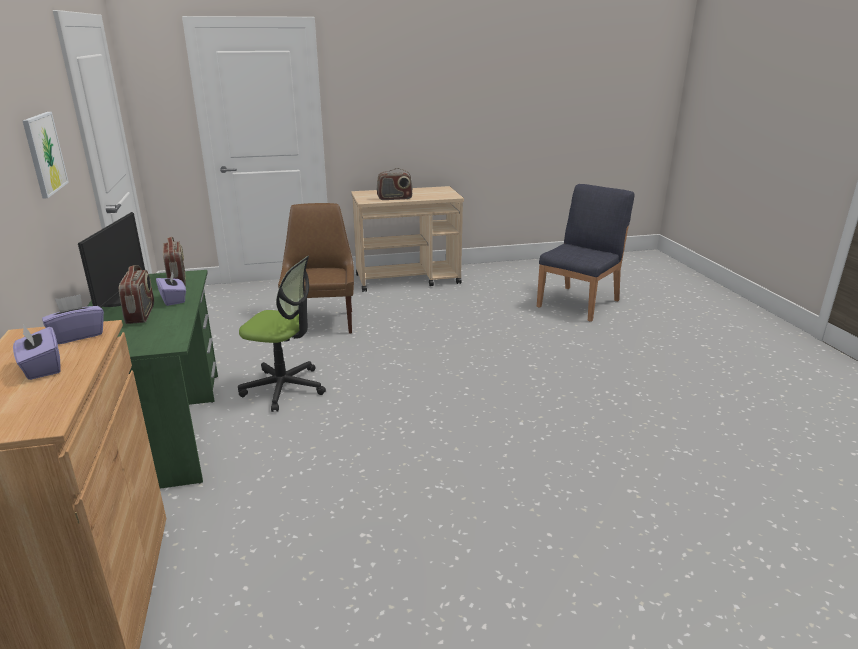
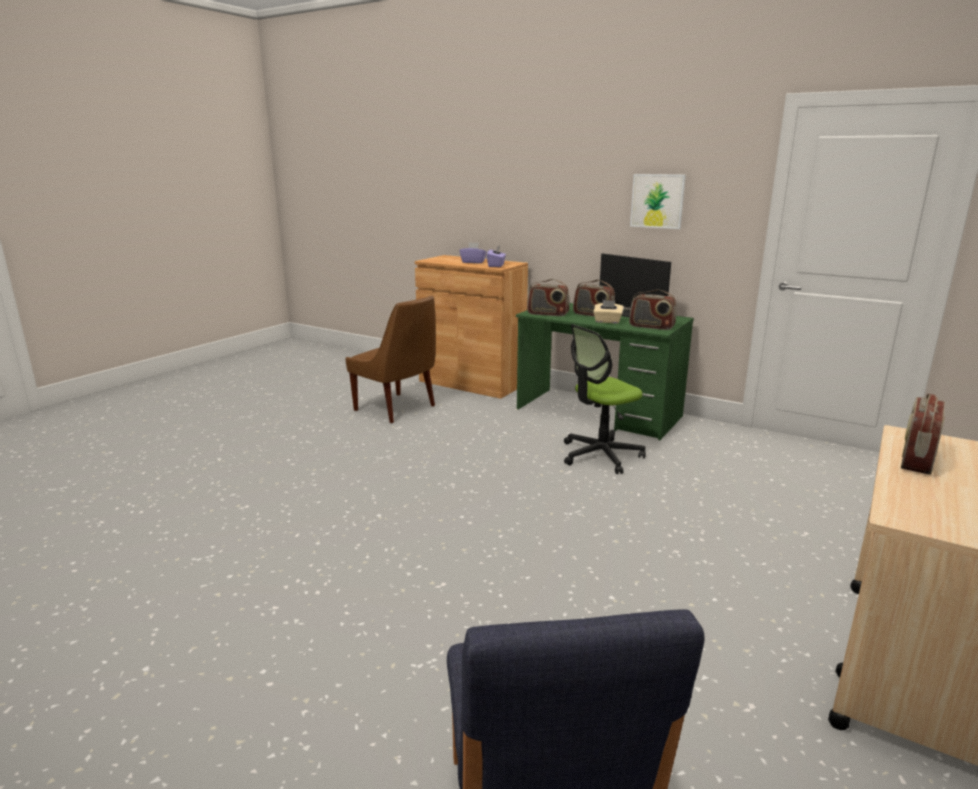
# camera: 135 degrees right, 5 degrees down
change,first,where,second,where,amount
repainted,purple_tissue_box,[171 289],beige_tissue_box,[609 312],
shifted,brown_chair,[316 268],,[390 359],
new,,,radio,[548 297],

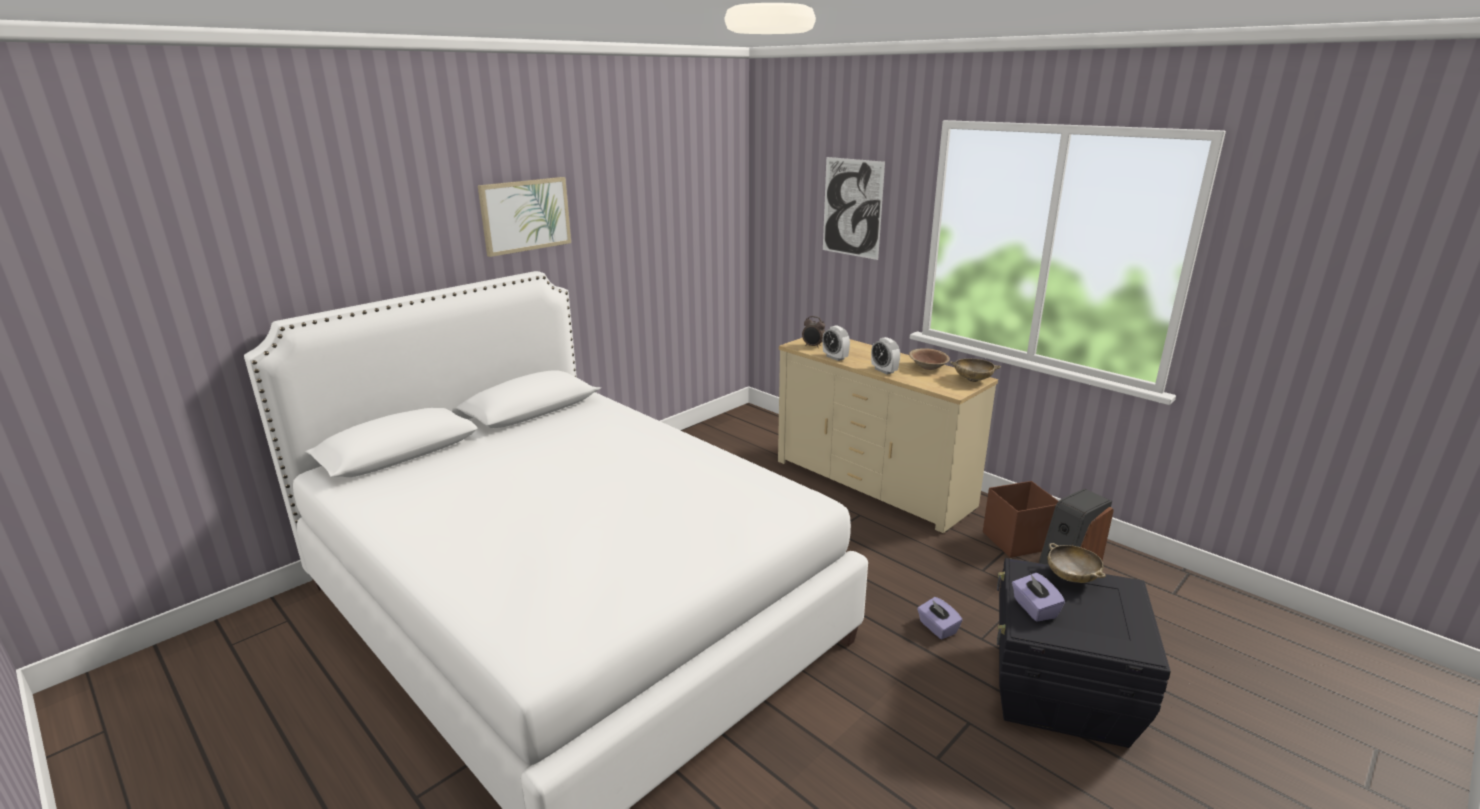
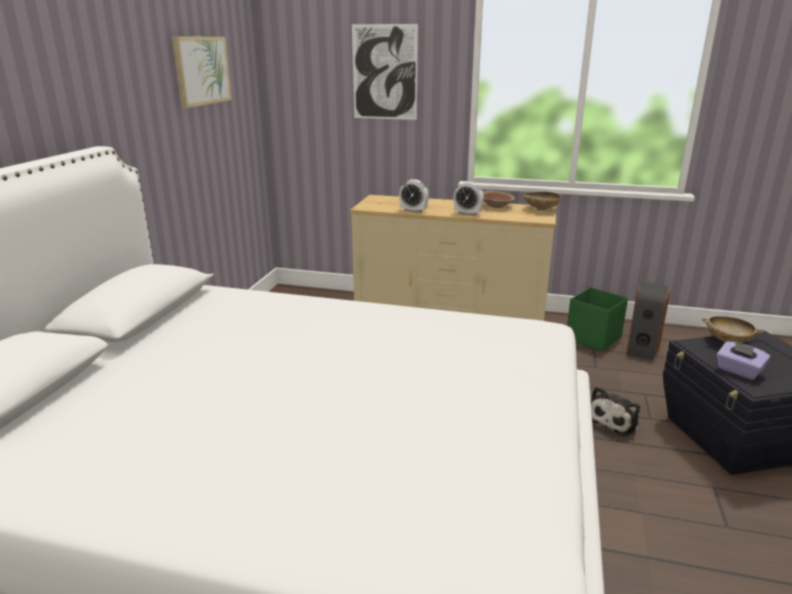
# camera: 30 degrees left, 0 degrees up
change,first,where,second,where,amount
shifted,picture,[524 217],,[202 72],
gone,alarm_clock,[813 332],,,
swapped,purple_tissue_box,[939 618],plush_toy,[615 412],
repainted,brown_storage_box,[1020 519],green_storage_box,[597 319],

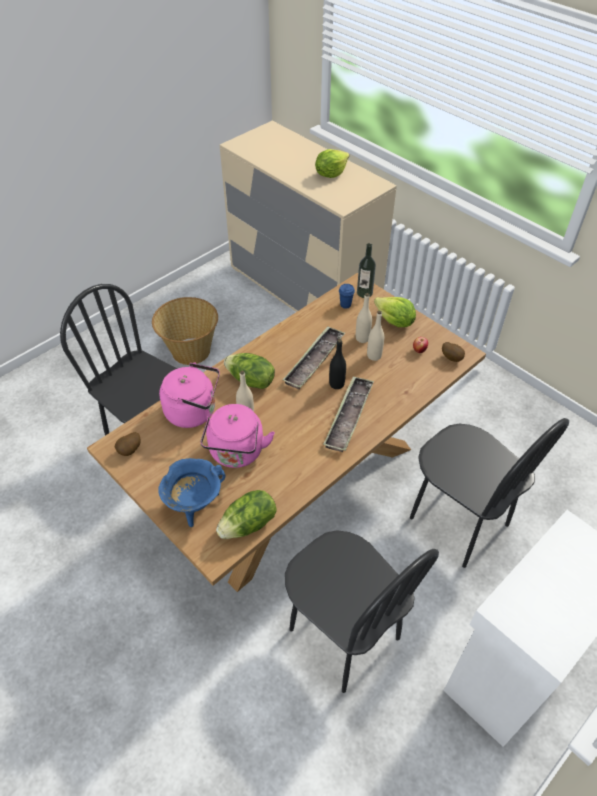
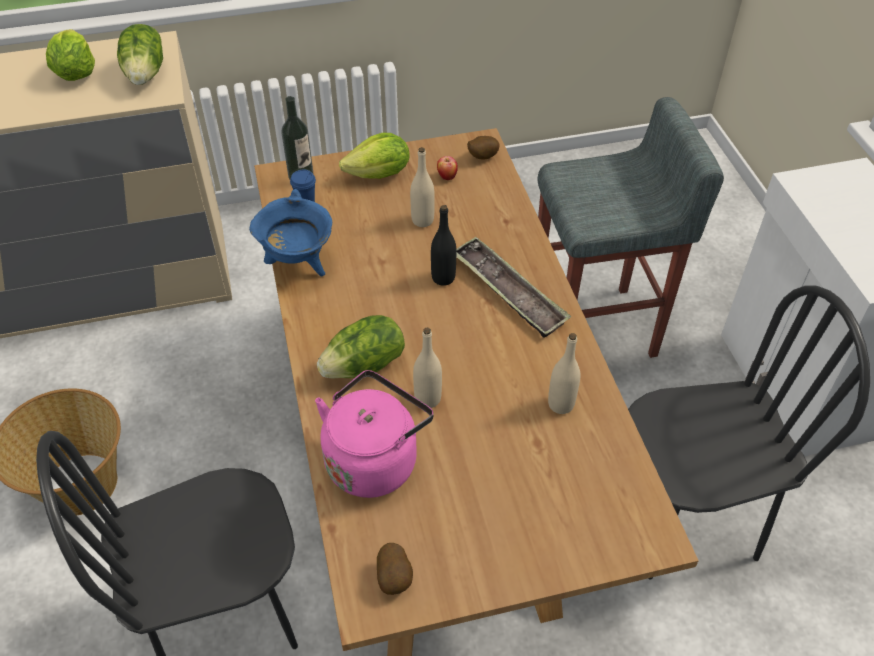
# camera: 60 degrees left, 0 degrees up
change,first,where,second,where,amount
shifted,blue_cooking_pot,[192 492],,[290 233],
gone,pink_kettle,[237 436],,,
shifted,lettuce,[246 514],,[140 54],
gone,tray,[313 358],,,
shifted,beige_bottle,[364 318],,[564 373],
swapped,black_chair,[489 493],grey_stool,[631 227],

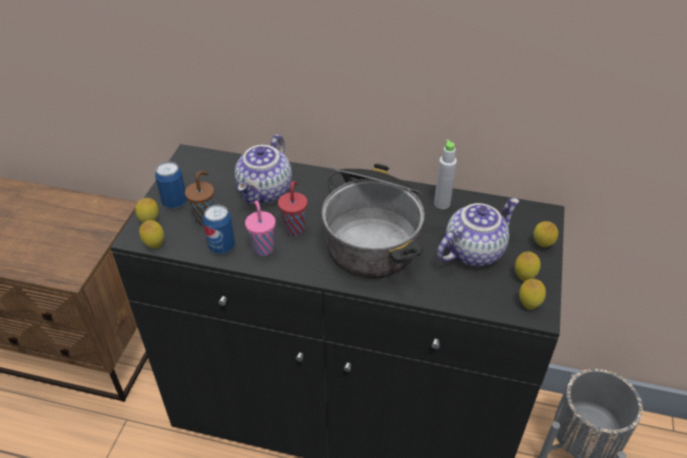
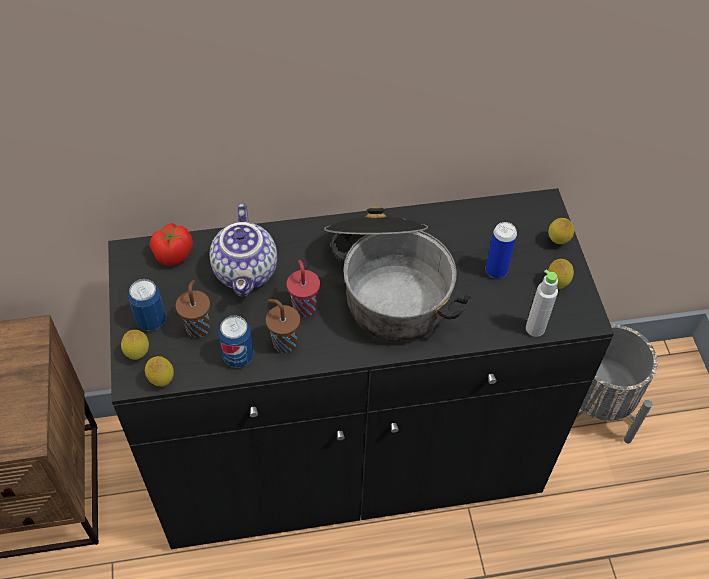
# camera: 25 degrees left, 10 degrees up
change,first,where,second,where,amount
repainted,pink_cup,[260 228],brown_cup,[283 326],
shifted,grey_bottle,[445 174],,[542 303],
swapped,teapot,[478 232],can,[501 250],
gone,lemon,[532 294],,,
new,,,tomato,[171 244],

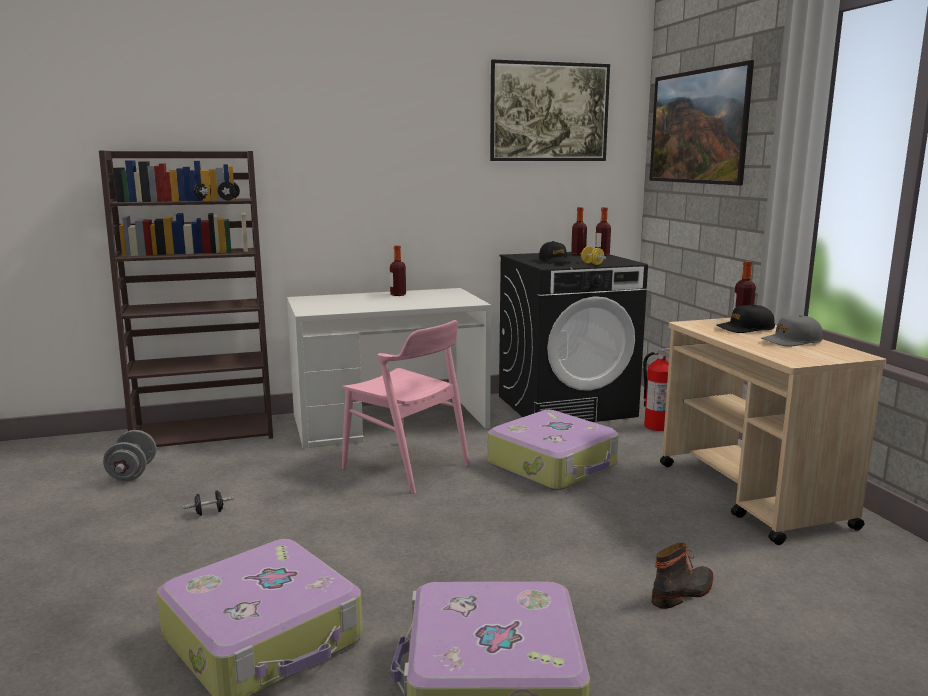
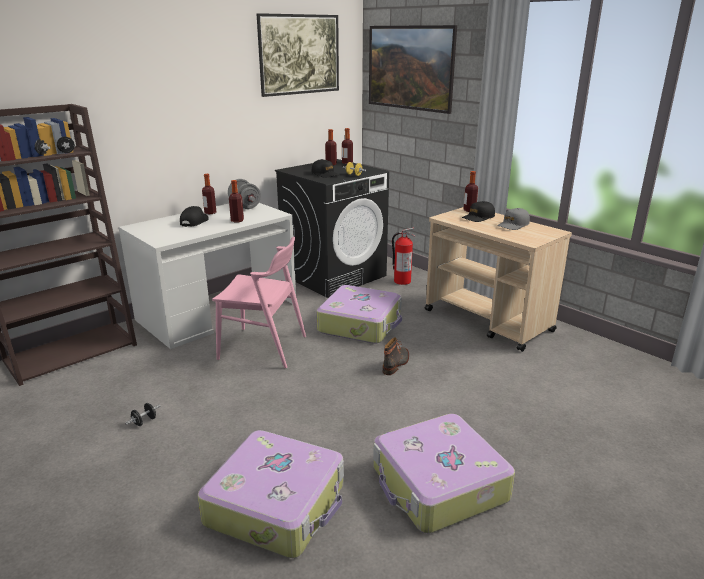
# camera: 25 degrees left, 10 degrees up
change,first,where,second,where,amount
shifted,grey_dumbbell,[130 455],,[244 194],
shifted,boot,[682 575],,[396 356],
new,,,black_cap,[194 216],
new,,,bottle,[236 201],

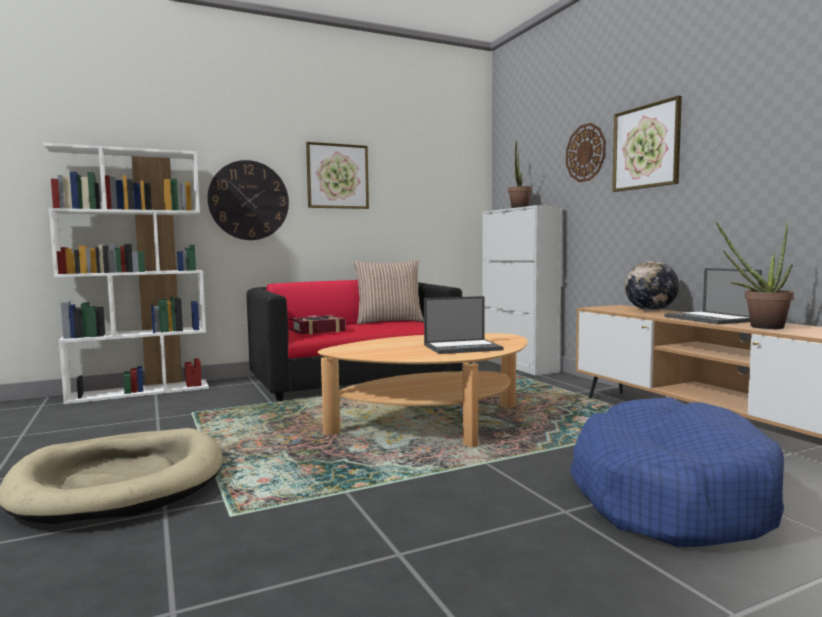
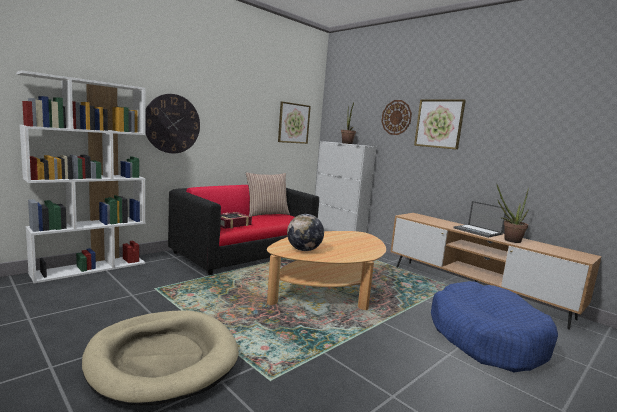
# camera: 20 degrees left, 5 degrees up
change,first,where,second,where,amount
shifted,picture,[337 175],,[294 122],
gone,laptop,[464 325],,,
shifted,globe,[652 286],,[305 232],

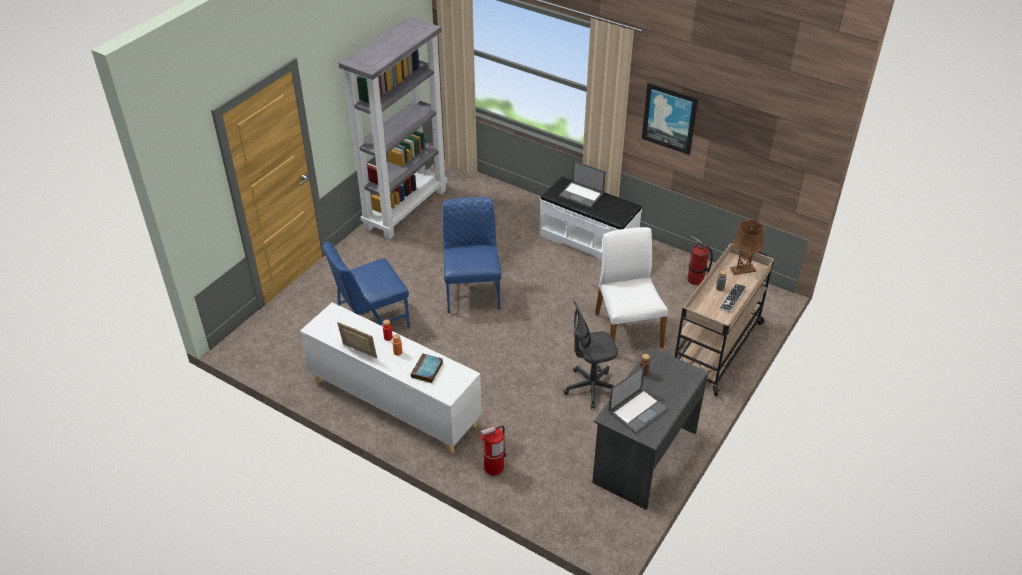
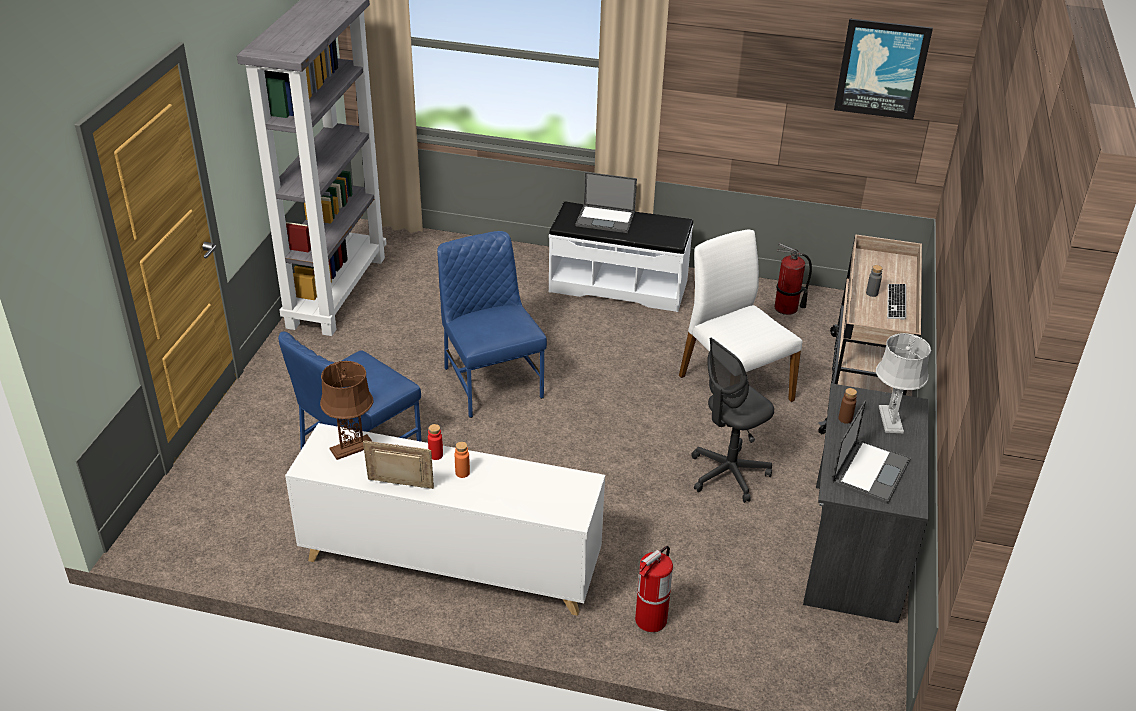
# camera: 20 degrees left, 5 degrees down
change,first,where,second,where,amount
gone,book,[427 368],,,
shifted,picture,[670 119],,[883 69],
shifted,brown_table_lamp,[747 247],,[347 410],
new,,,grey_table_lamp,[903 383],

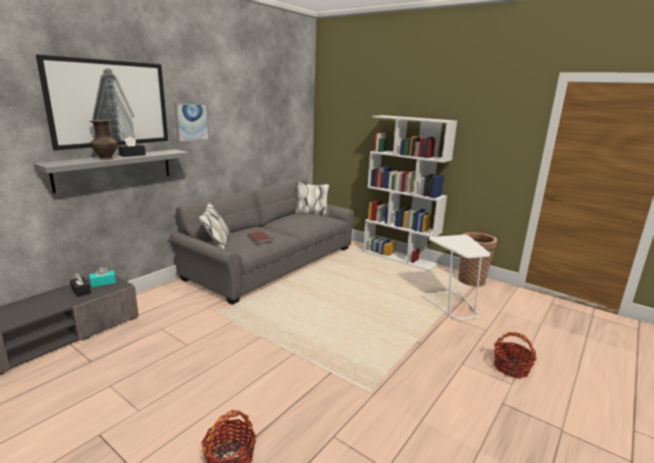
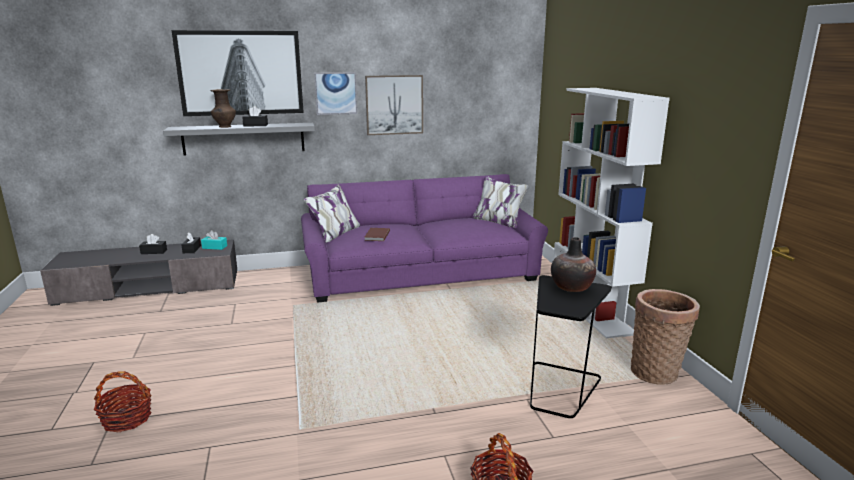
# camera: 40 degrees right, 0 degrees up
change,first,where,second,where,amount
repainted,grey_sofa,[262 242],purple_sofa,[424 238],
repainted,white_side_table,[456 277],black_side_table,[571 346],
new,,,black_tissue_box,[153 244],
new,,,picture,[394 105],
new,,,vase,[573 264],

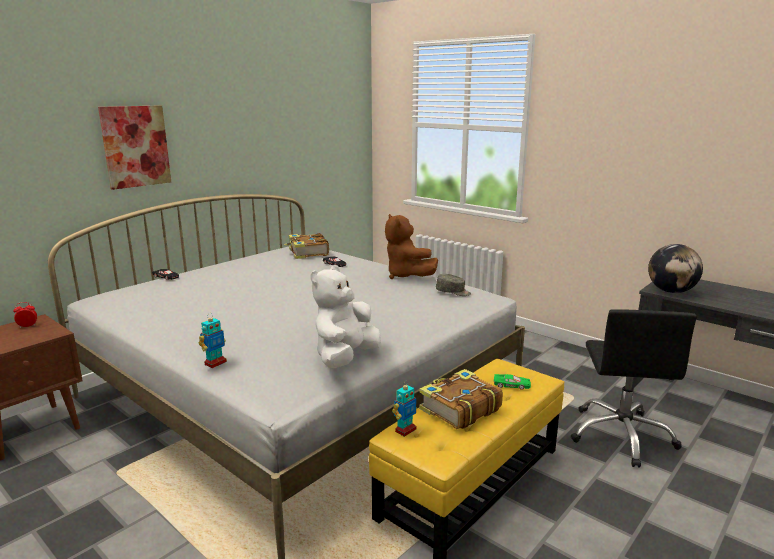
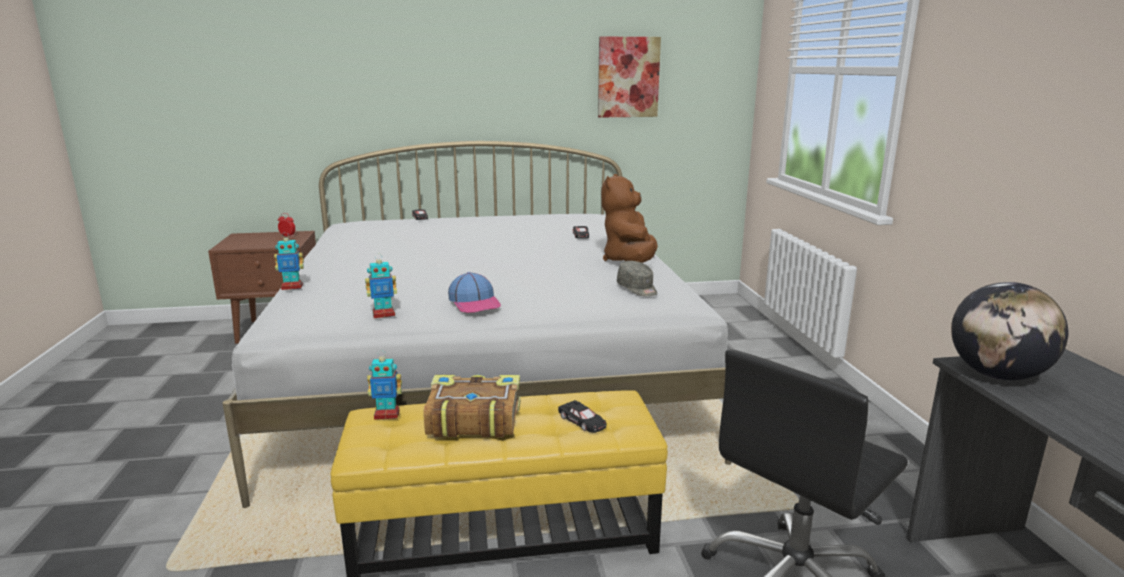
# camera: 40 degrees right, 0 degrees up
change,first,where,second,where,amount
shifted,picture,[134 147],,[629 77],
gone,book,[306 246],,,
swapped,white_plush_toy,[346 316],toy_robot,[381 286],
repainted,green_toy_car,[512 382],black_toy_car,[582 416],
new,,,cap,[474 292],

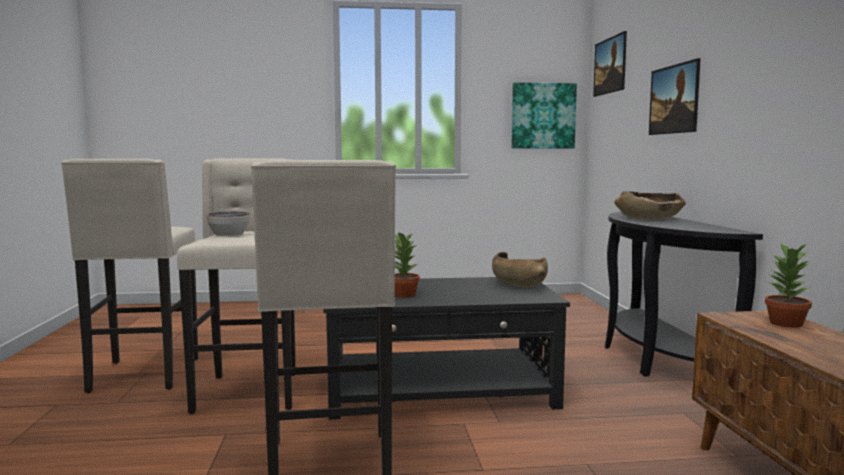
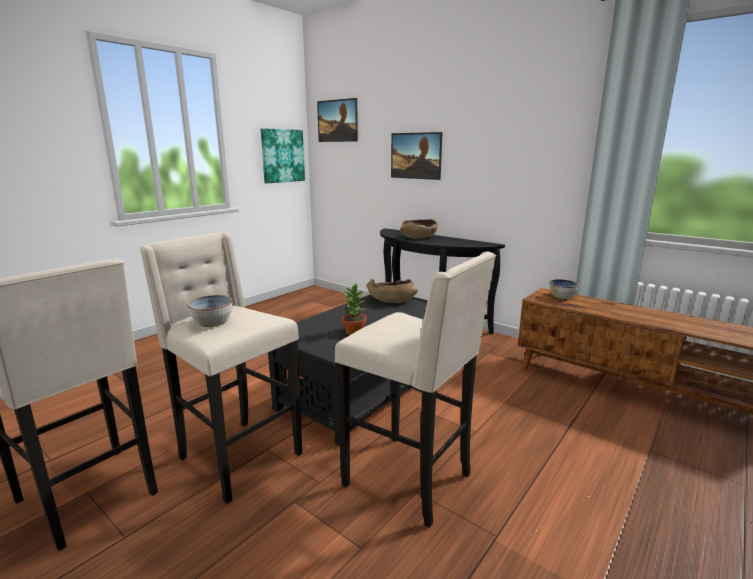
# camera: 45 degrees left, 10 degrees up
change,first,where,second,where,amount
swapped,potted_plant,[788 286],bowl,[564 289],

